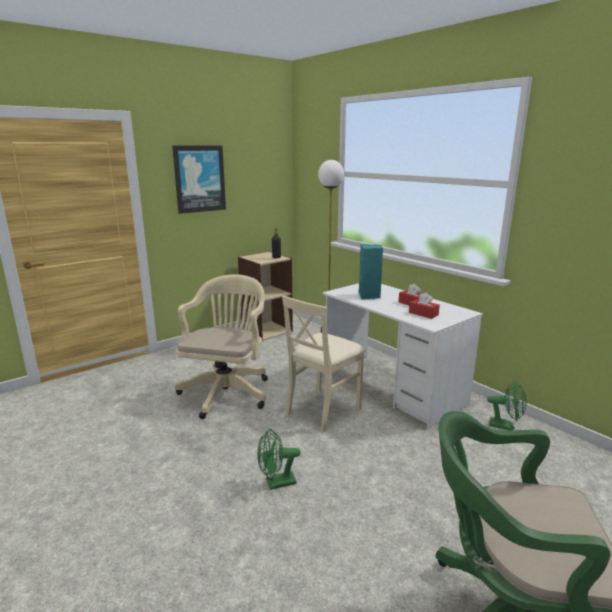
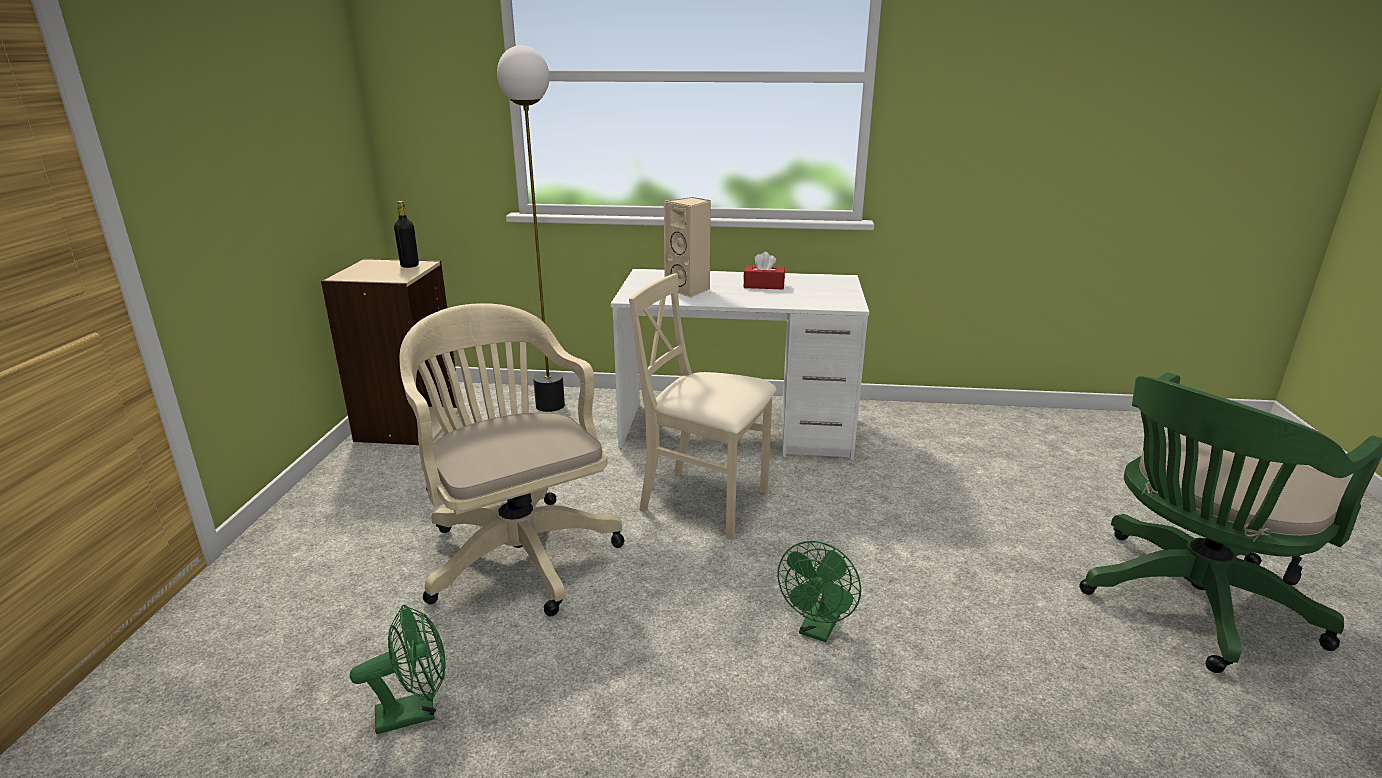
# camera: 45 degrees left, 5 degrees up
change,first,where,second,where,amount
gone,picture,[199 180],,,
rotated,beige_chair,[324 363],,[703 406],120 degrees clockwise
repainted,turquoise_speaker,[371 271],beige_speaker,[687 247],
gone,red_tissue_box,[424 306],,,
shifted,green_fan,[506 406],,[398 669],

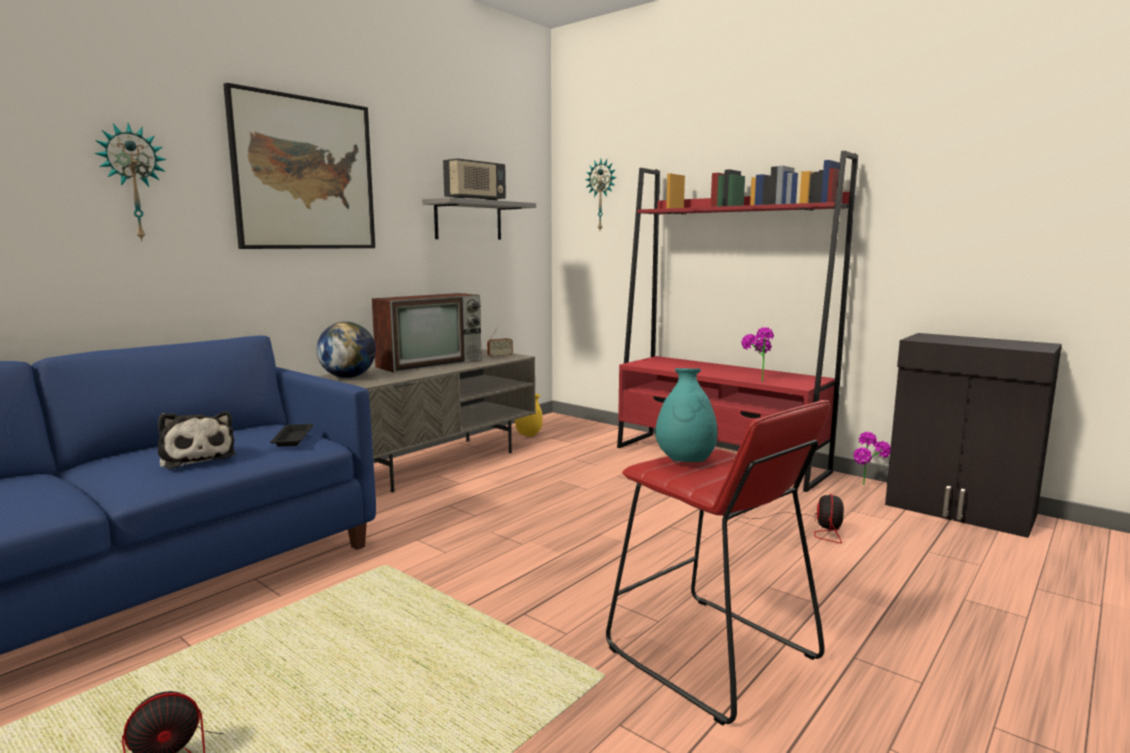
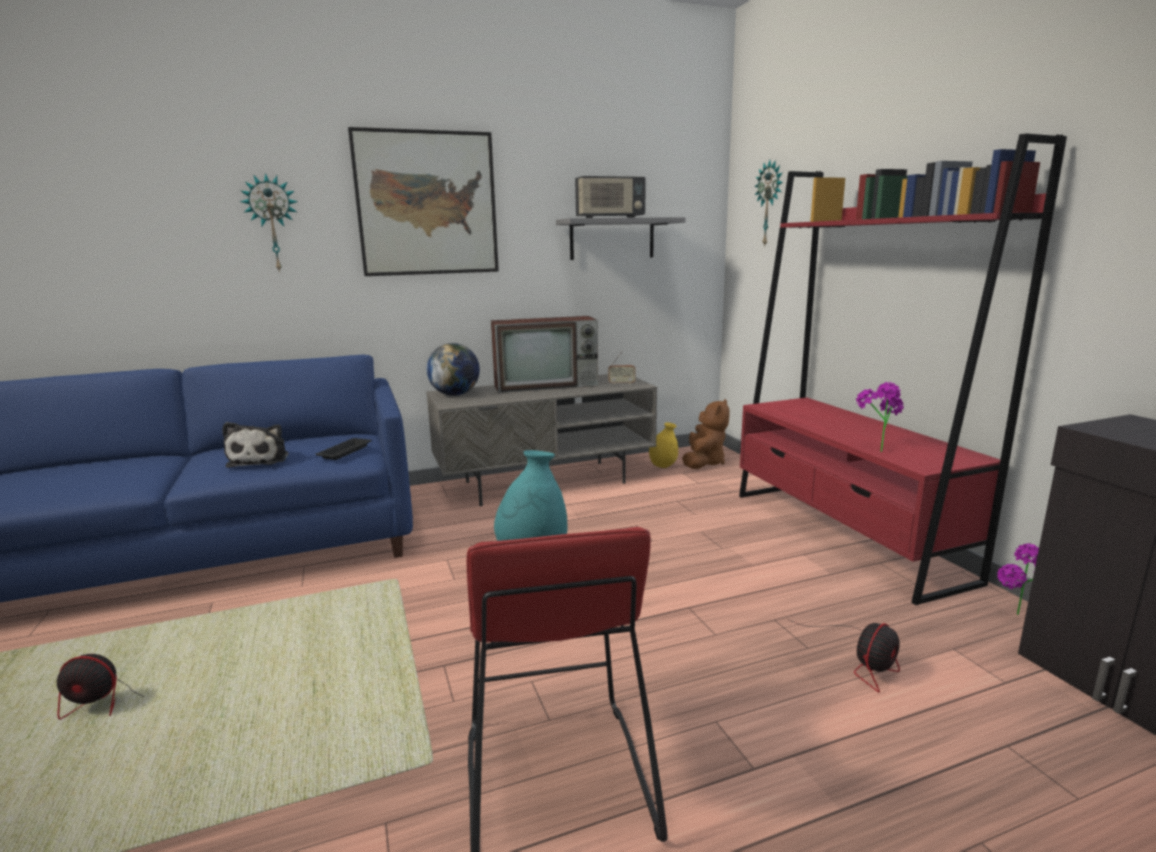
# camera: 30 degrees right, 5 degrees up
change,first,where,second,where,amount
new,,,brown_plush_toy,[706 434],

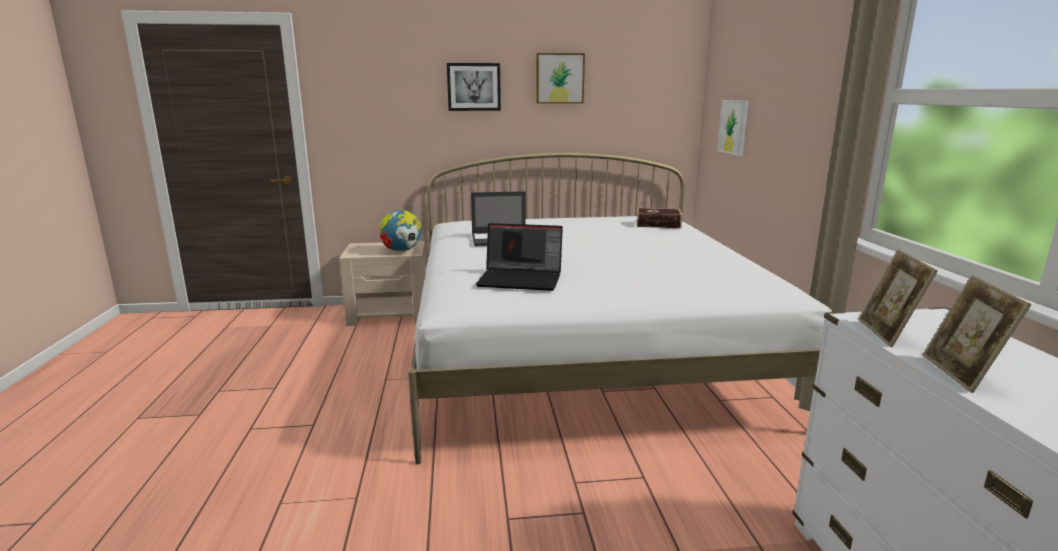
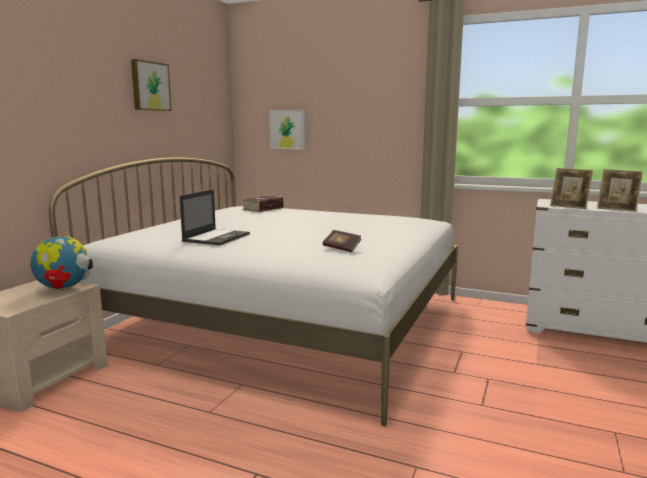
# camera: 60 degrees left, 5 degrees down
change,first,where,second,where,amount
gone,picture,[474 87],,,
swapped,laptop,[519 257],book,[342 241],

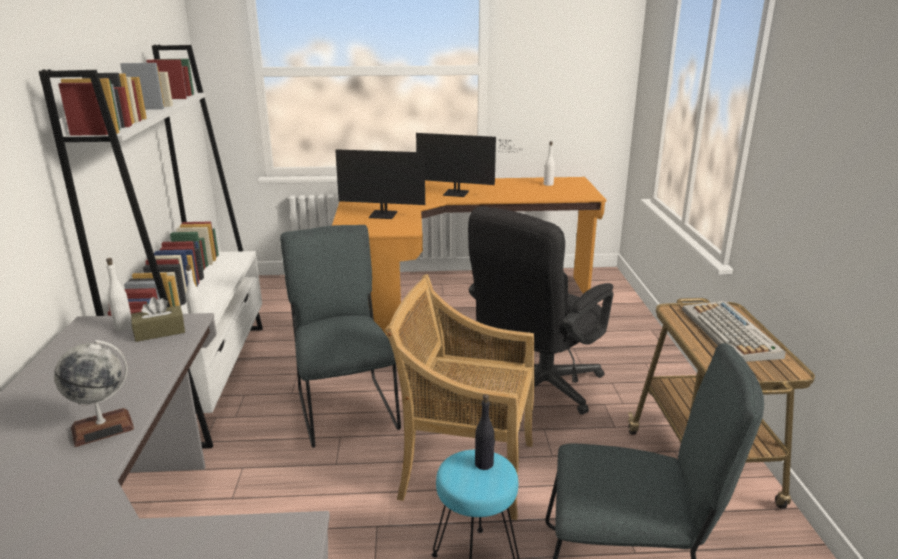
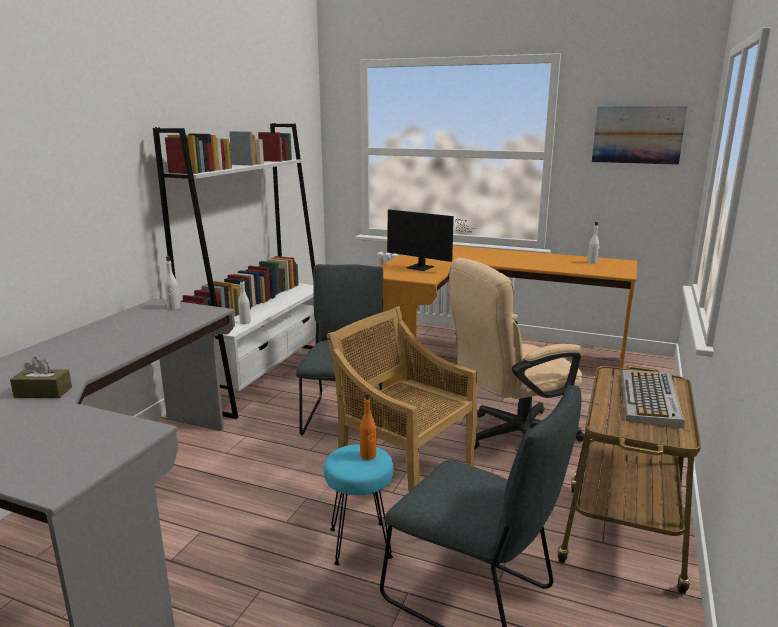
# camera: 25 degrees right, 5 degrees down
change,first,where,second,where,amount
gone,globe,[94 393],,,
shifted,brown_tissue_box,[158 319],,[41 377],
gone,monitor,[469 165],,,
repainted,black_office_chair,[541 310],beige_office_chair,[516 353],
repainted,black_bottle,[485 432],orange_bottle,[368 426],
new,,,picture,[639 135],

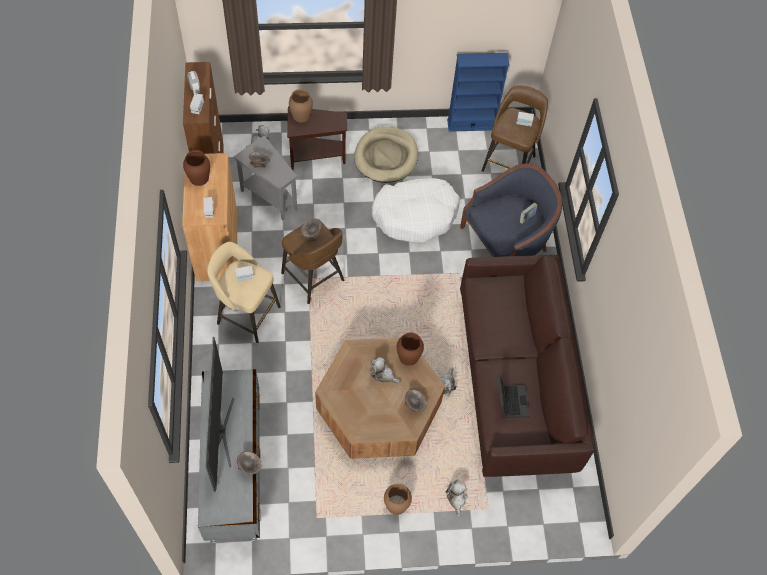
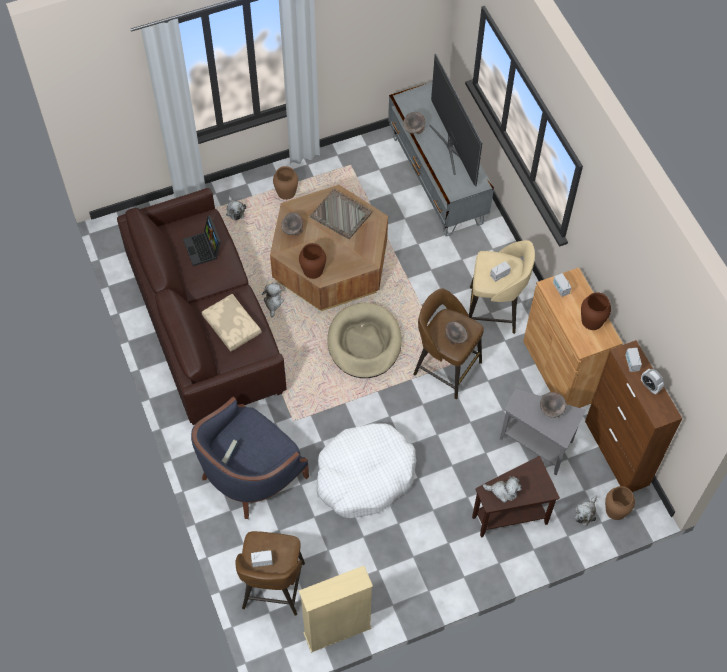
# camera: 165 degrees right, 0 degrees up
change,first,where,second,where,amount
shifted,brown_vase,[301 106],,[620 503],
shifted,beige_dog_bed,[386 154],,[364 340],
shifted,plush_toy,[385 370],,[502 489],
repainted,blue_bookcase,[478 92],beige_bookcase,[336 609],
new,,,beige_pillow,[232 323],
new,,,grey_tray,[341 214],

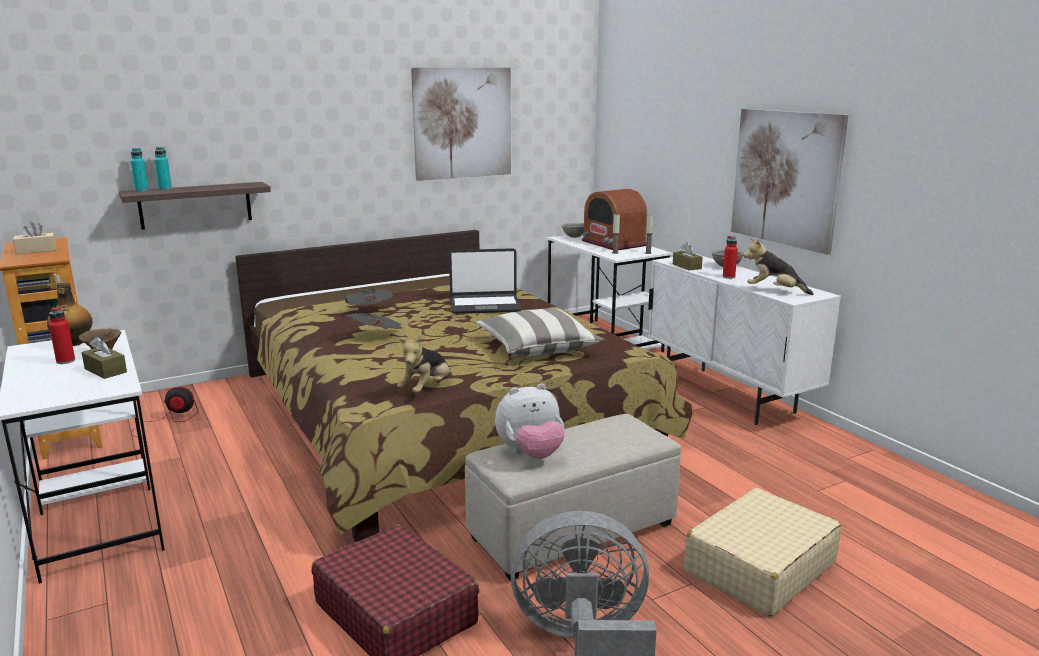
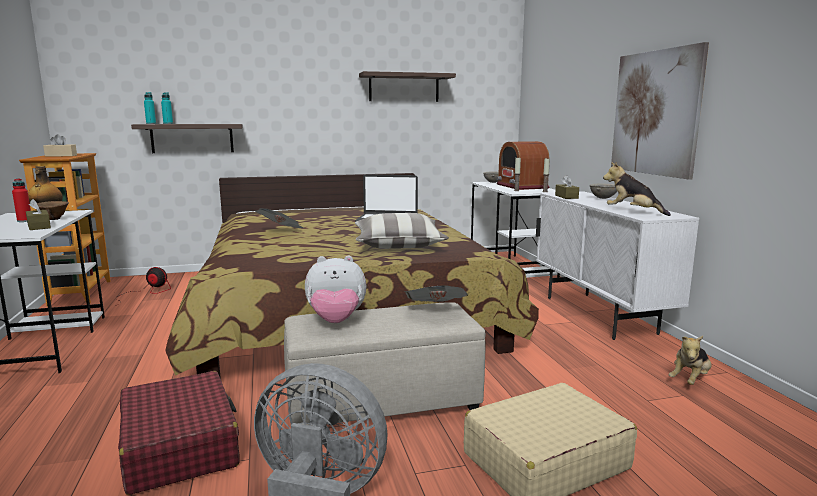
# camera: 15 degrees right, 5 degrees down
change,first,where,second,where,amount
shifted,newspaper,[368 297],,[436 293],
shifted,plush_toy,[424 364],,[690 360],
swapped,picture,[461 124],shelf,[407 86],
gone,red_bottle,[730 257],,,

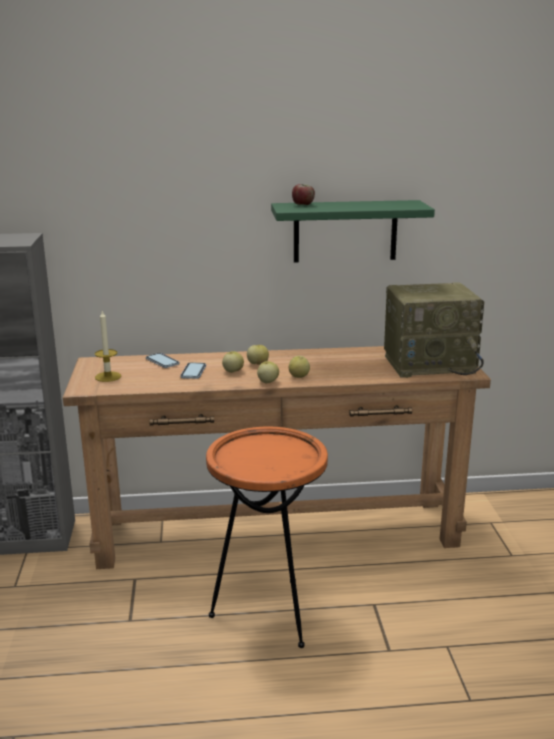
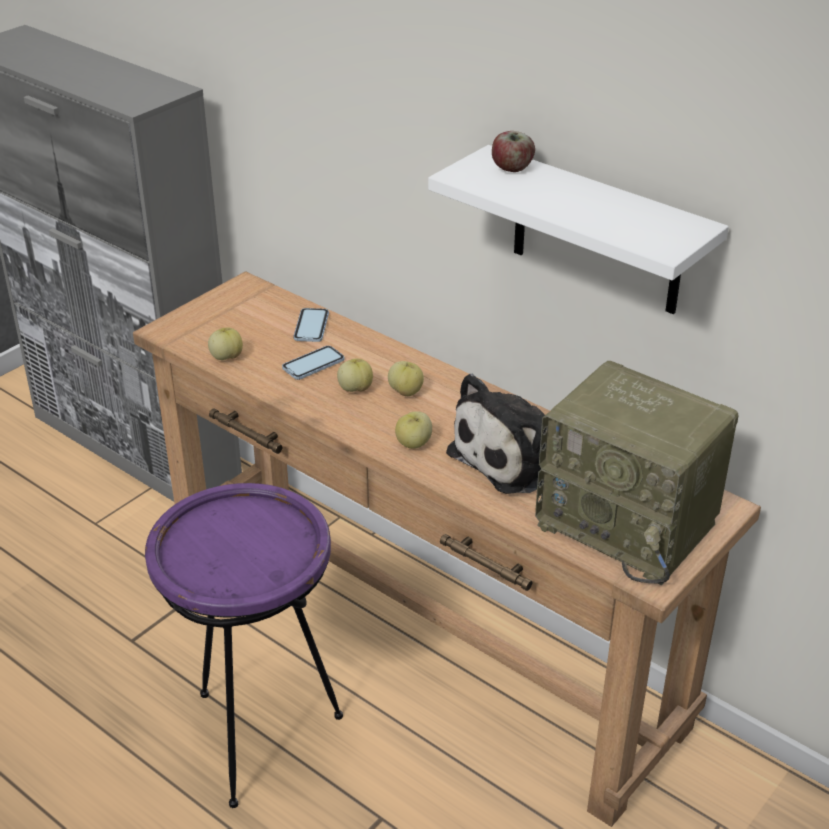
# camera: 45 degrees right, 15 degrees up
change,first,where,second,where,amount
gone,candle,[108 346],,,
repainted,orange_side_table,[267 537],purple_side_table,[244 645],
shifted,apple,[268 372],,[225 343],
repainted,green_shelf,[353 231],white_shelf,[578 229],
new,,,plush_toy,[496 434],

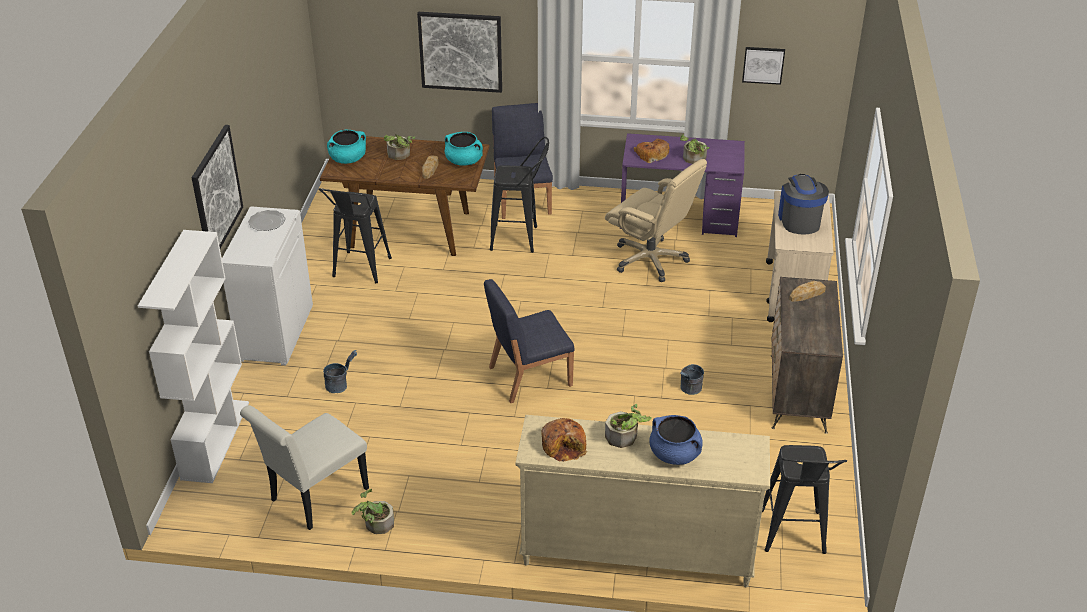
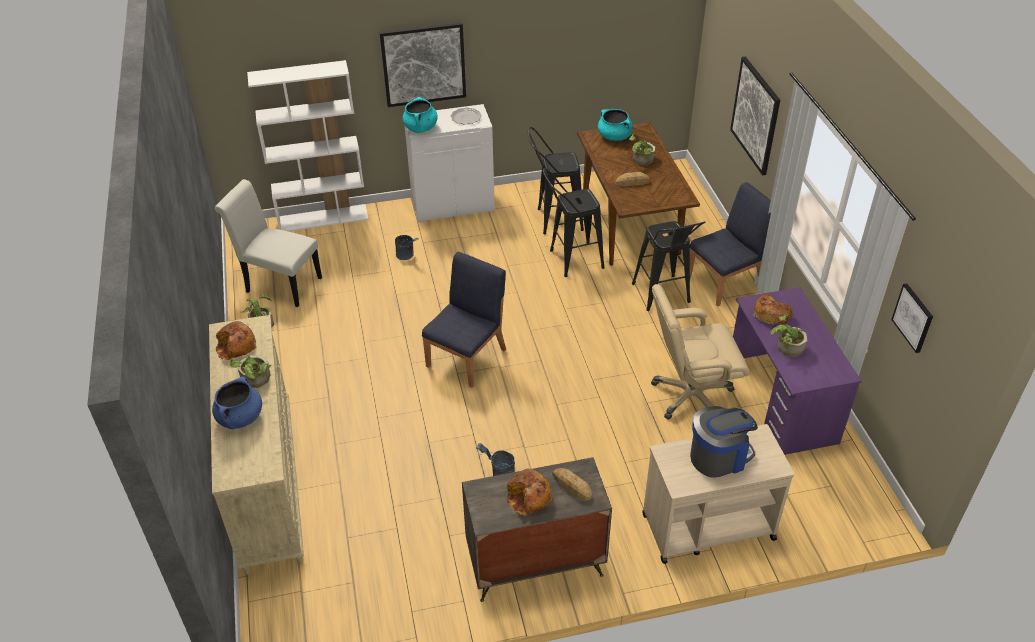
# camera: 70 degrees right, 5 degrees up
change,first,where,second,where,amount
shifted,turquoise_cooking_pot,[464 149],,[420 115],
rotated,blue_chair,[529 341],,[464 320],75 degrees clockwise
rotated,beige_office_chair,[656 220],,[700 351],60 degrees clockwise
shifted,black_stool,[804 499],,[574 222],
new,,,bread,[529 492],

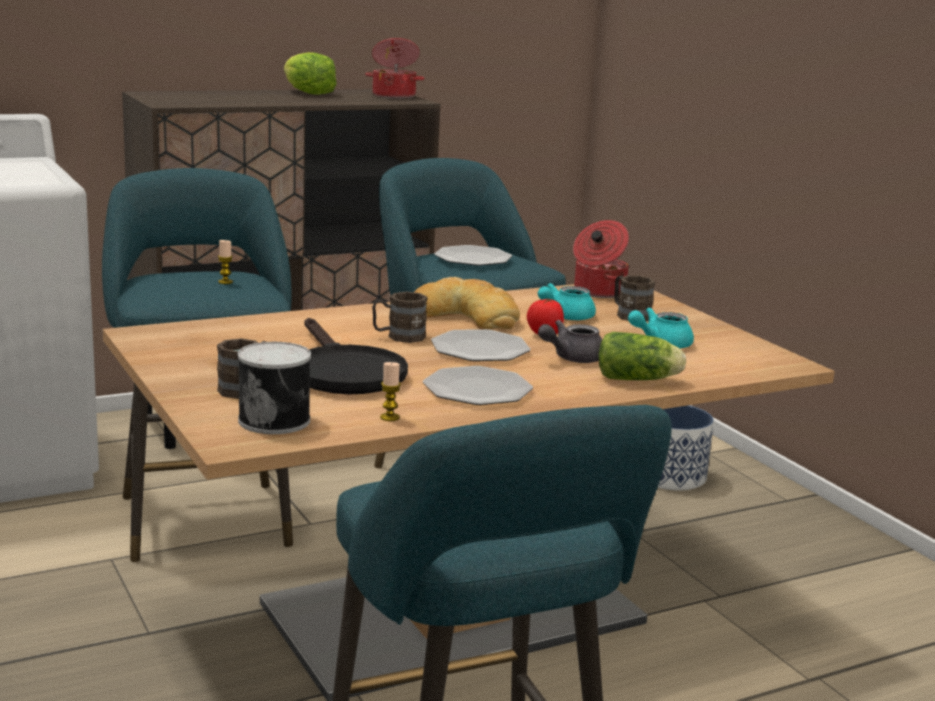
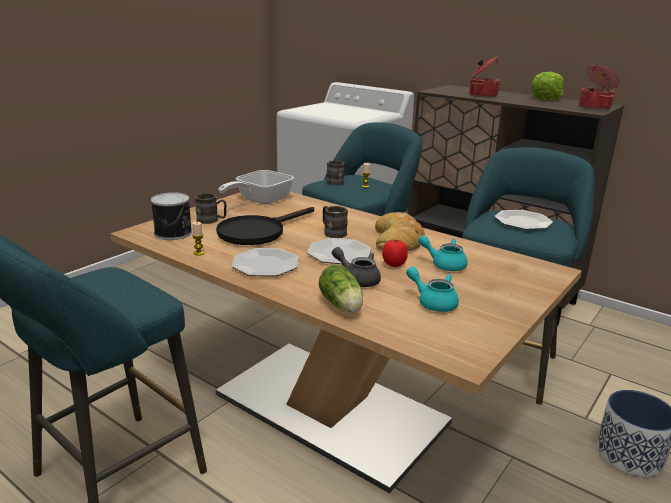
# camera: 65 degrees right, 5 degrees up
change,first,where,second,where,amount
shifted,cooking_pot,[601 259],,[484 77],
shifted,brown_mug,[634 298],,[336 173],
new,,,frying_pan,[256 187],

